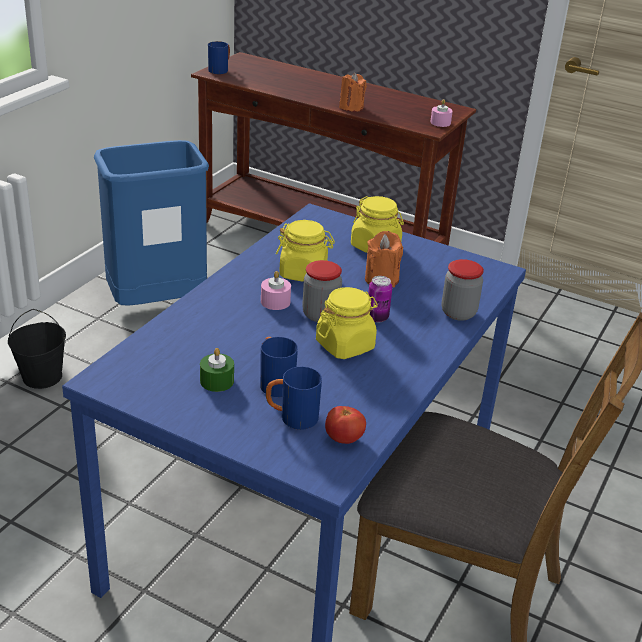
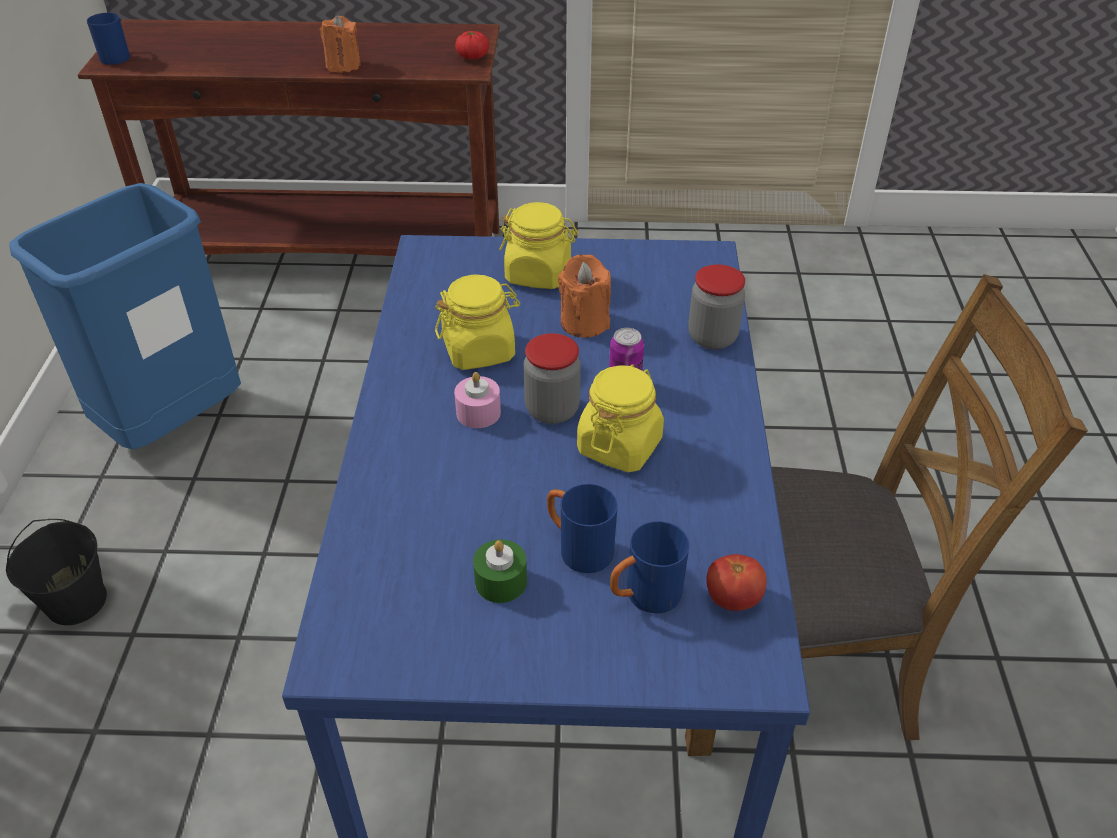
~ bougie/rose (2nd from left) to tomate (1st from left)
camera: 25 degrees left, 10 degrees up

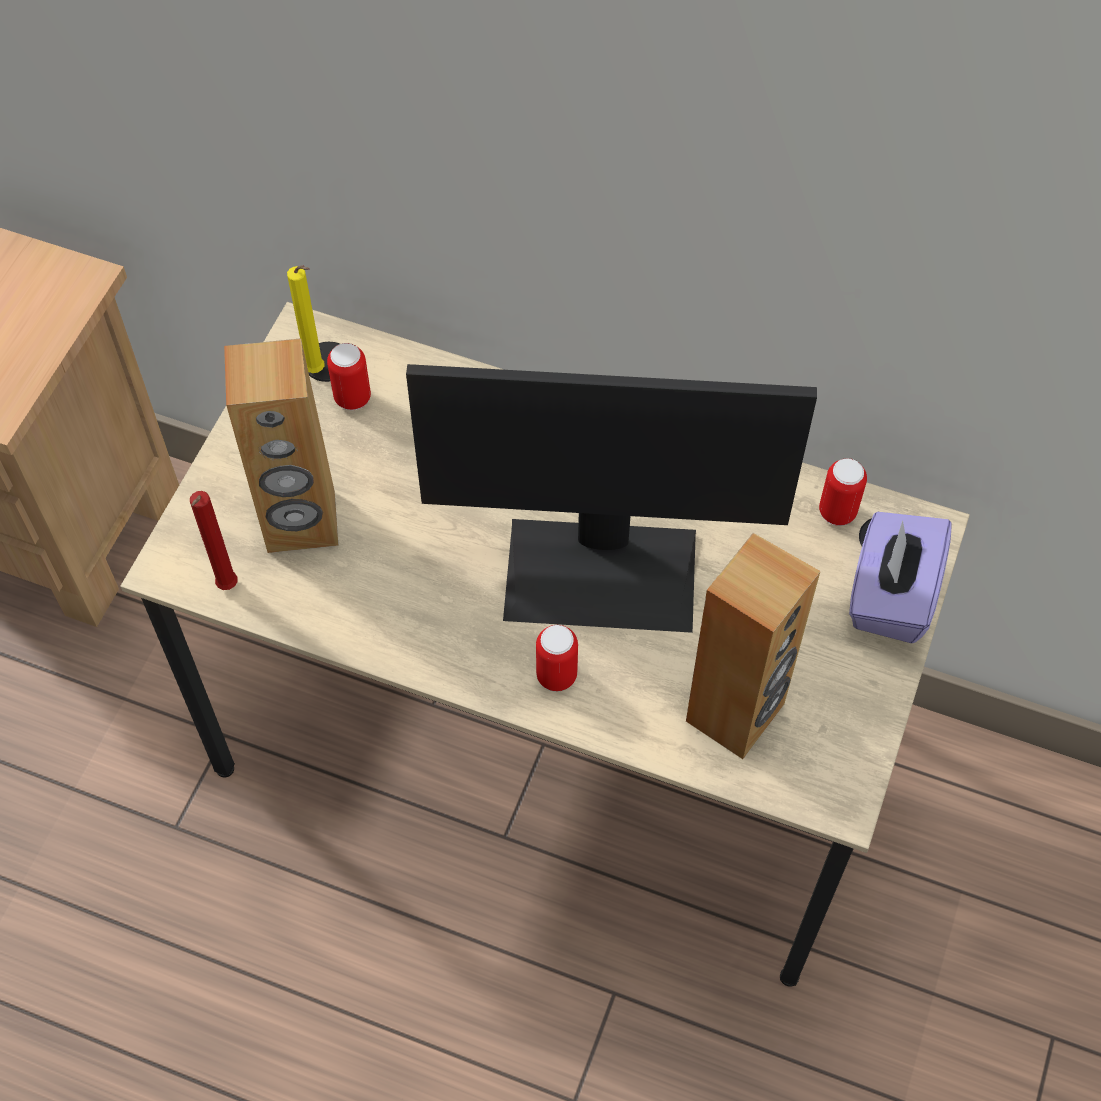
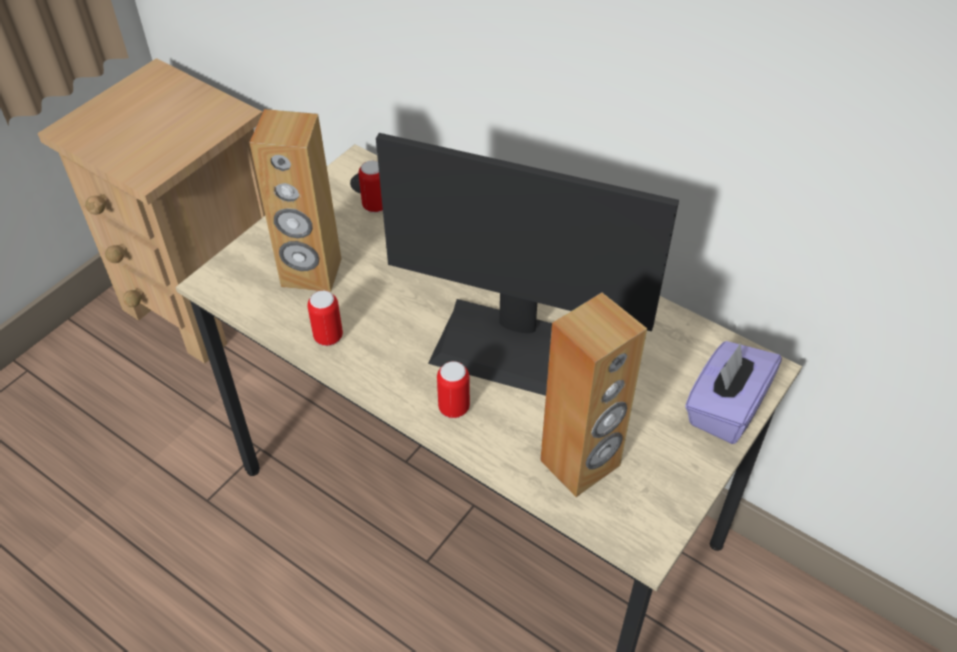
- bougie/rouge
- bougie/jaune
~ boîte métallique (3rd from left in the first image) to boîte métallique (1st from left)
camera: 15 degrees right, 10 degrees down

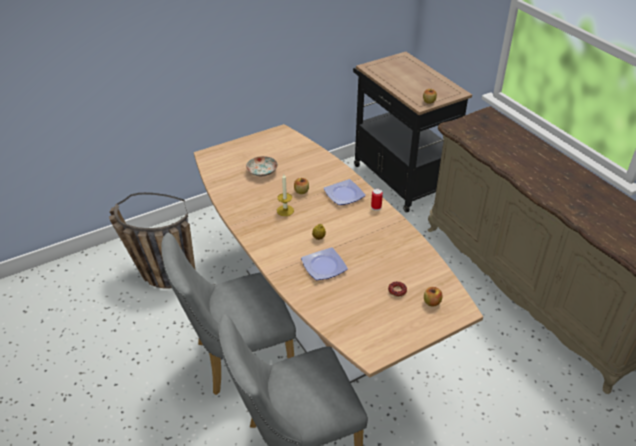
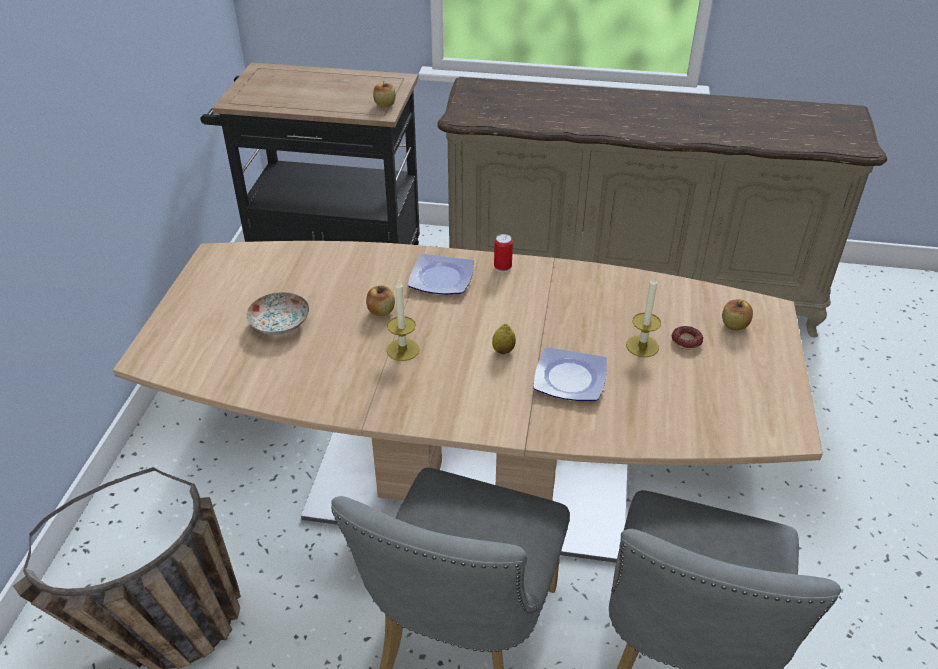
+ bougie (2nd from left)
camera: 50 degrees left, 0 degrees up

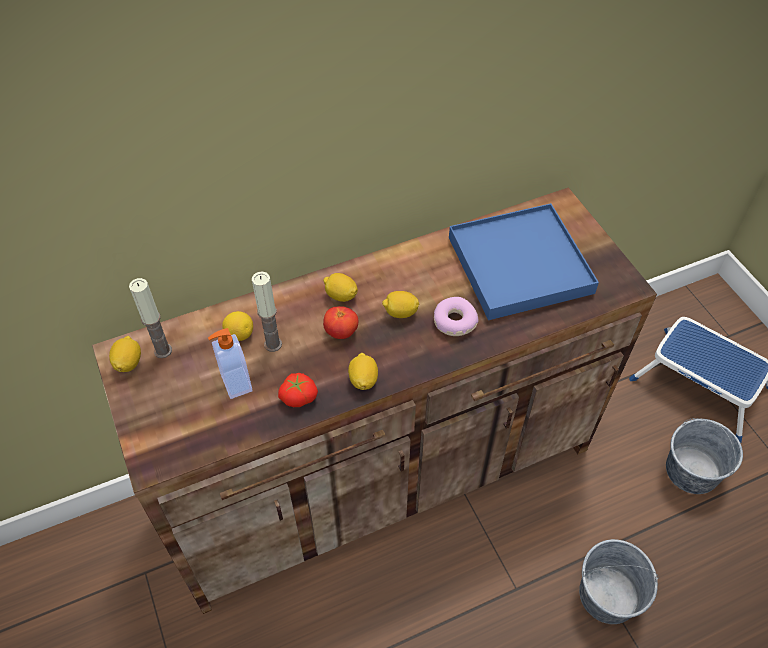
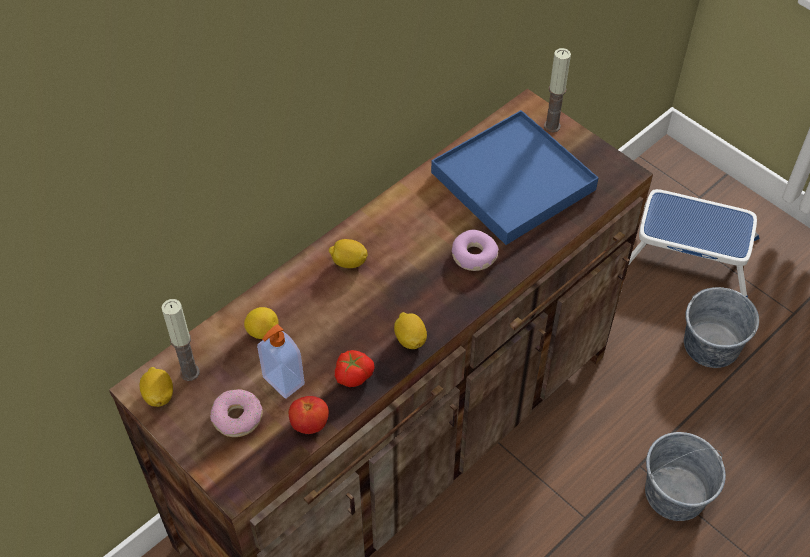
~ bougie (2nd from left)
~ tomate (2nd from left in the first image) to tomate (1st from left)
- citron (5th from left)
+ beignet (1st from left)
camera: 20 degrees left, 0 degrees up

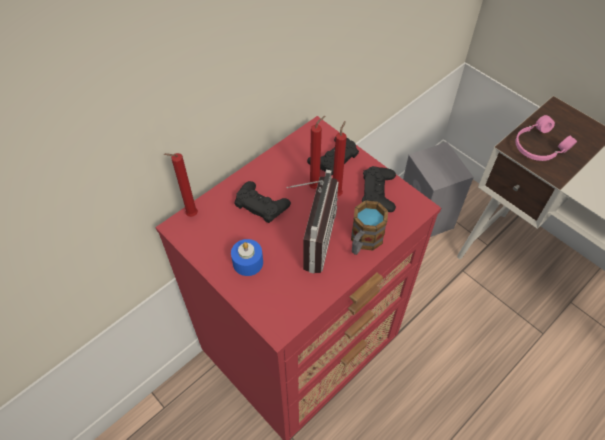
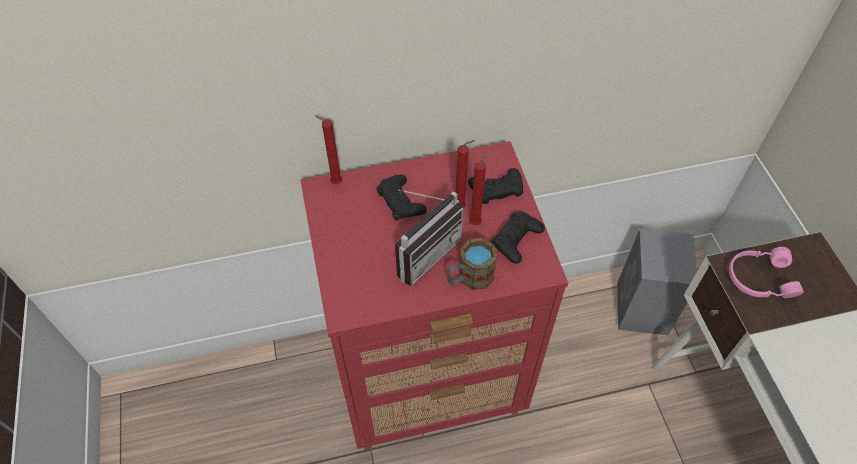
- bougie/bleu
camera: 30 degrees right, 0 degrees up

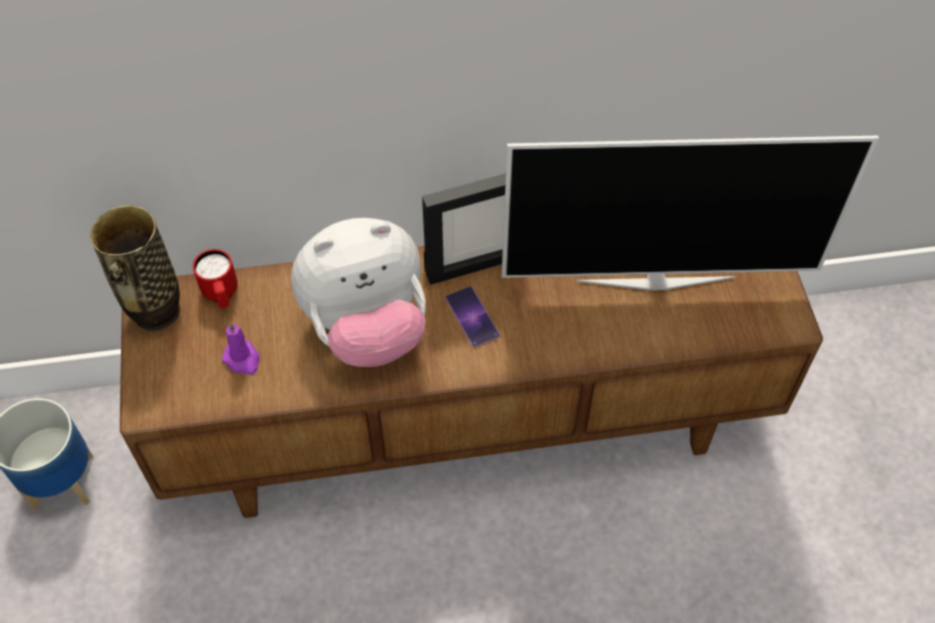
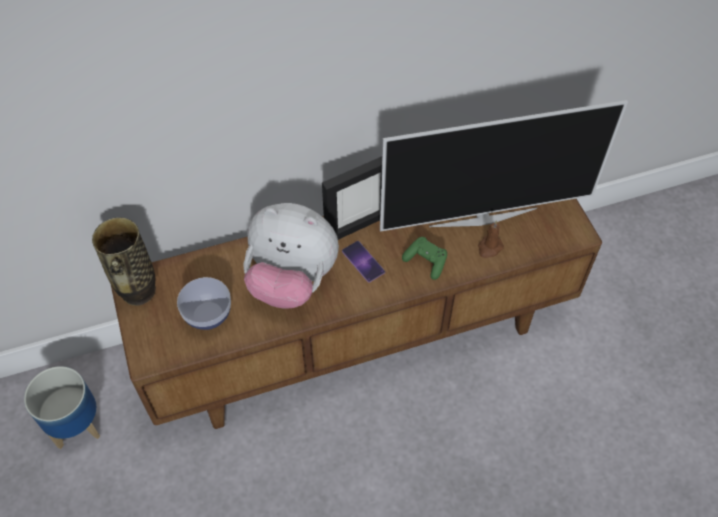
- mug/rouge
~ bougie/violet to bol
~ peluche 45 degrees clockwise
+ manette/vert
+ bougie/marron
camera: 10 degrees left, 0 degrees up

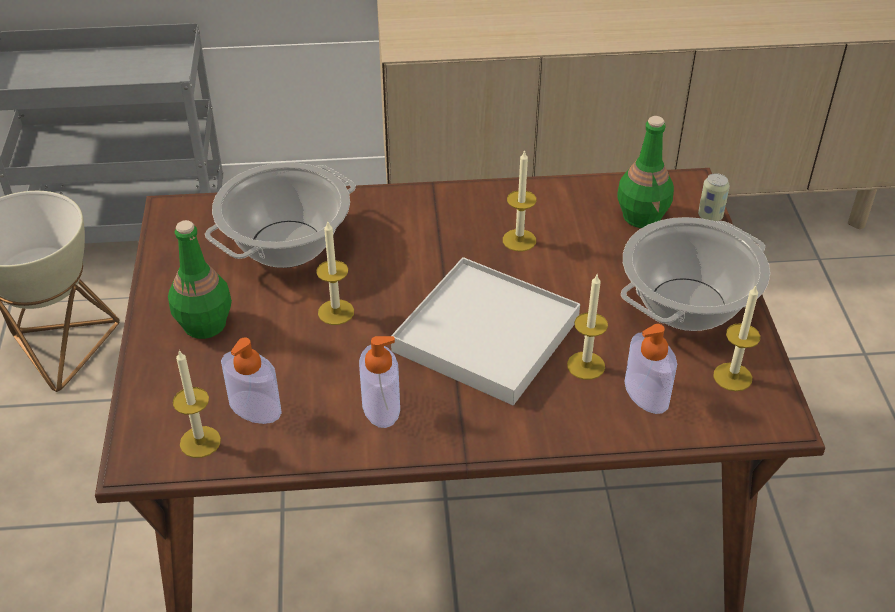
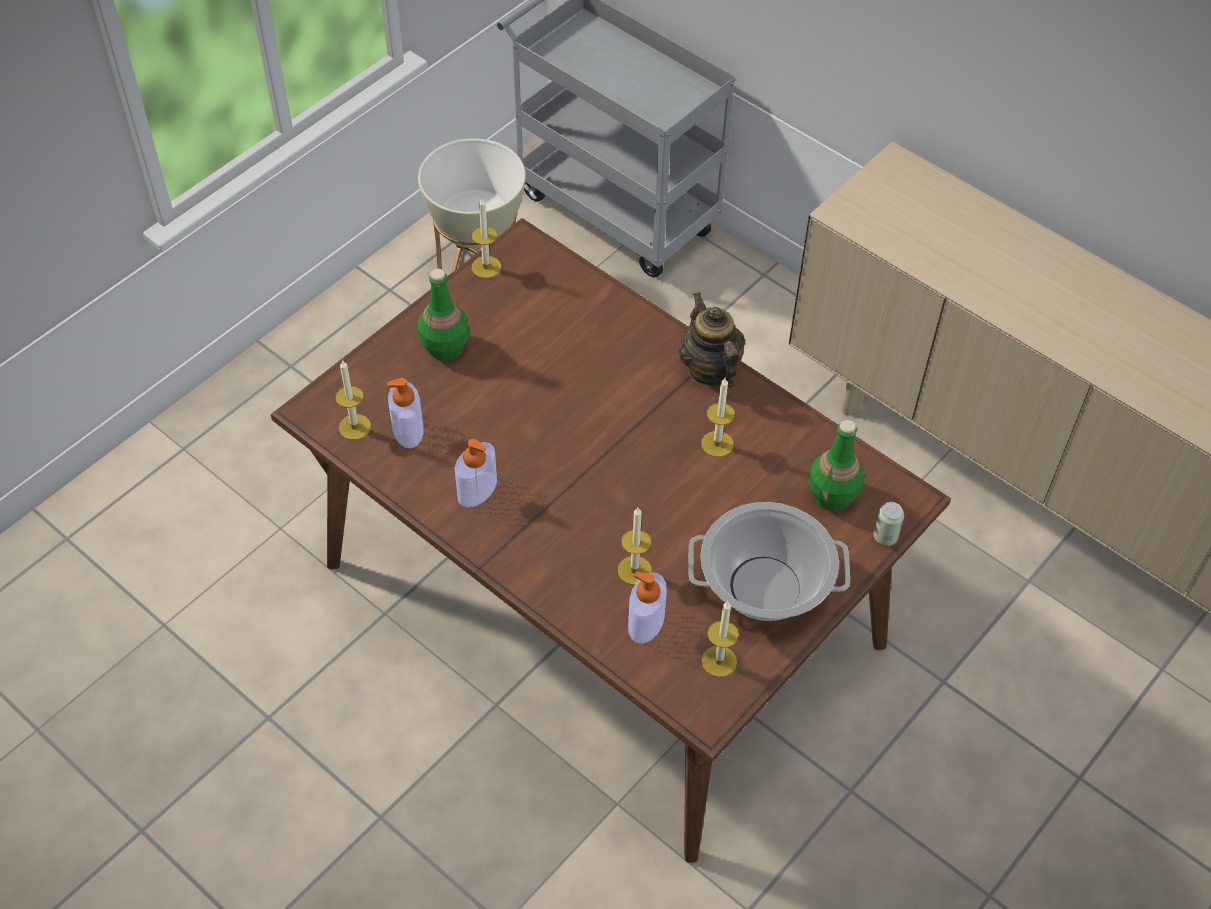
- marmite (1st from left)
~ bougie (2nd from left)
- plateau/blanc
+ théière
camera: 45 degrees right, 10 degrees up

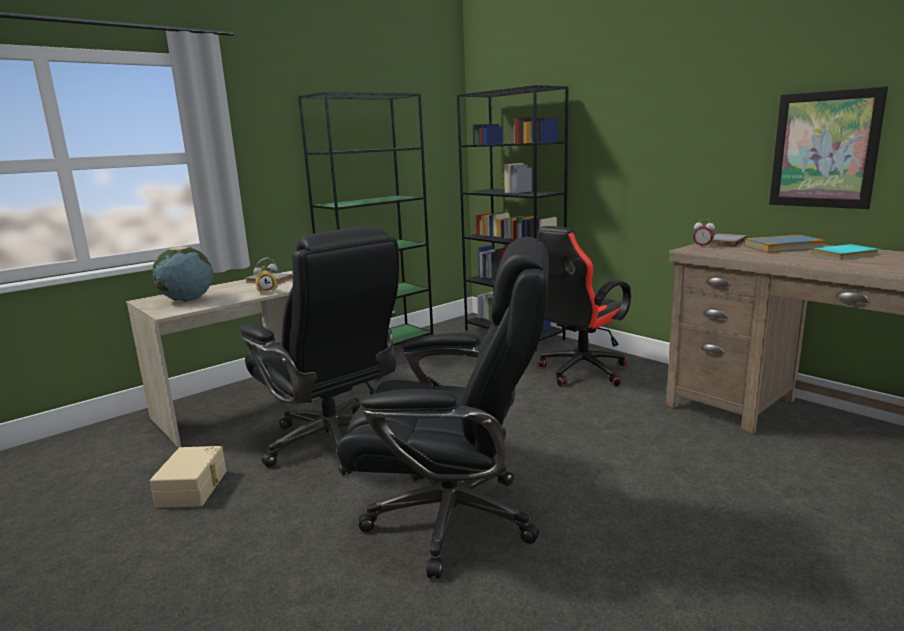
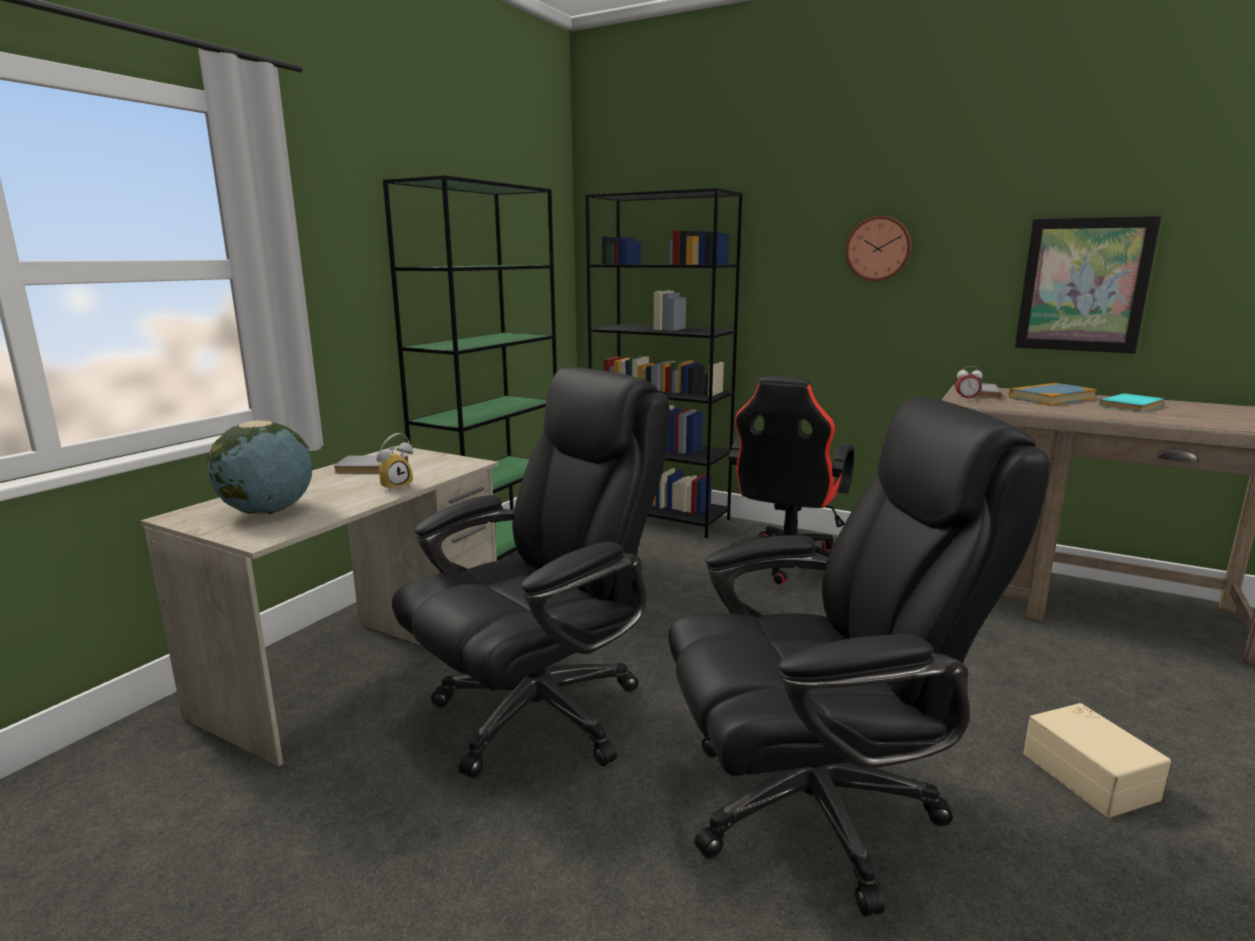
~ boîte de rangement/beige
~ chaise de bureau/noir (1st from left) 75 degrees counterclockwise
+ horloge murale
camera: 20 degrees left, 0 degrees up

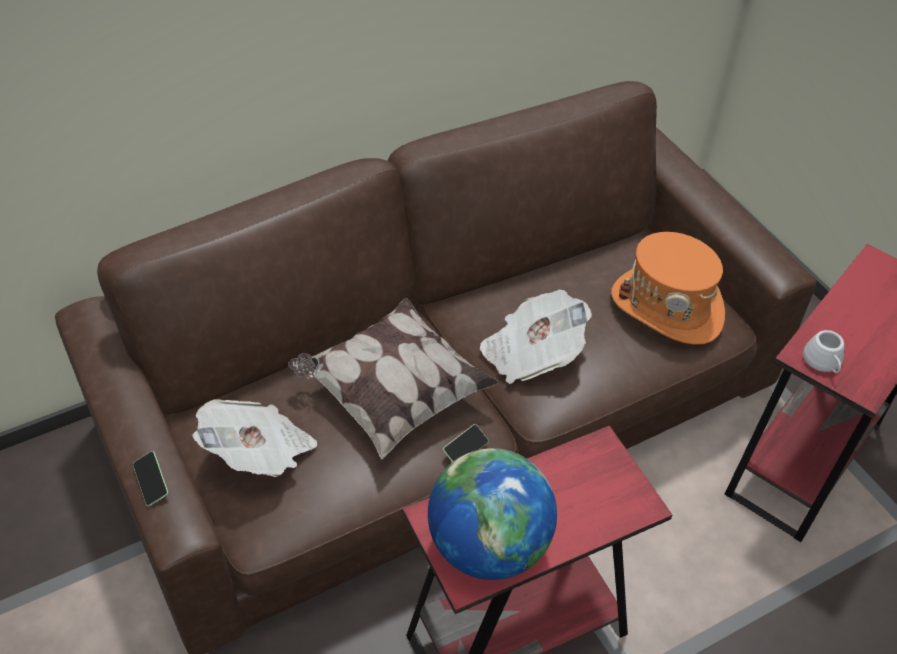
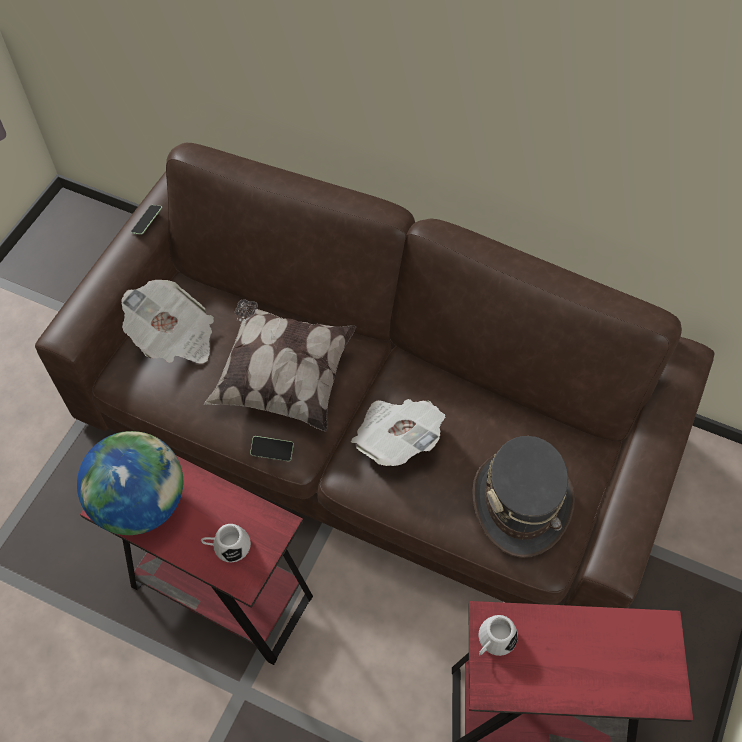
~ téléphone (1st from left)
~ chapeau/orange to chapeau/gris
+ mug/blanc (1st from left)
camera: 55 degrees right, 10 degrees up

